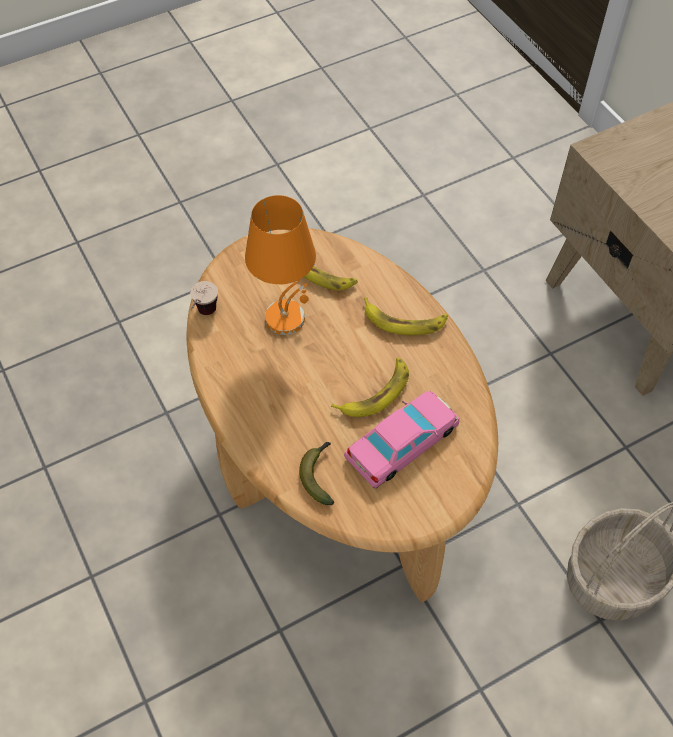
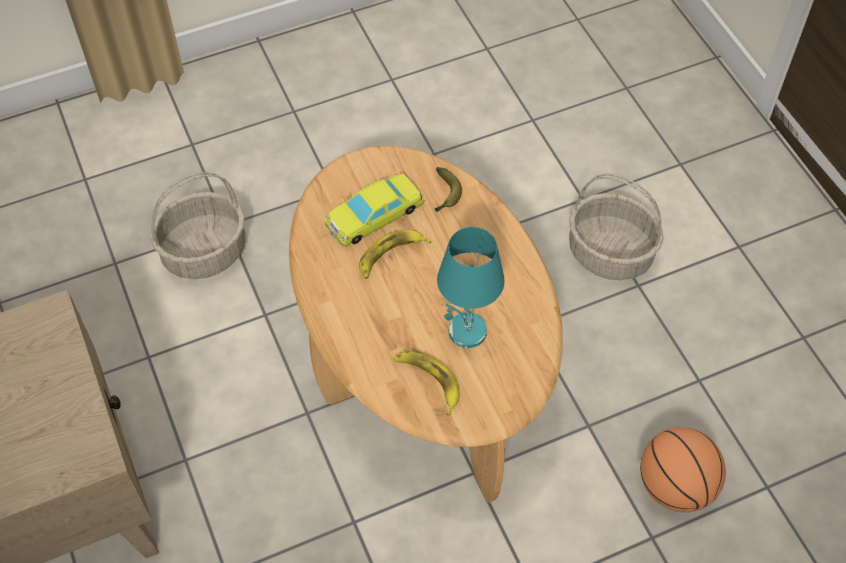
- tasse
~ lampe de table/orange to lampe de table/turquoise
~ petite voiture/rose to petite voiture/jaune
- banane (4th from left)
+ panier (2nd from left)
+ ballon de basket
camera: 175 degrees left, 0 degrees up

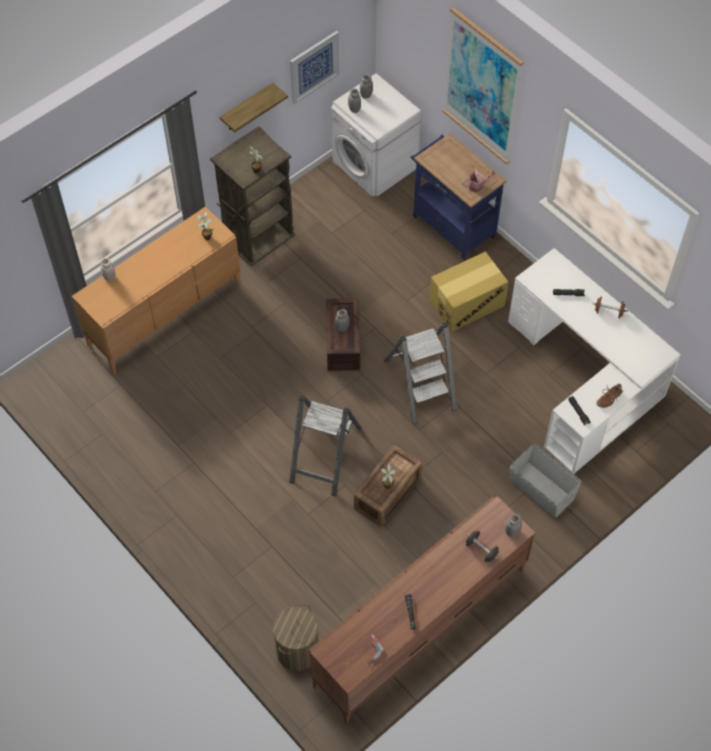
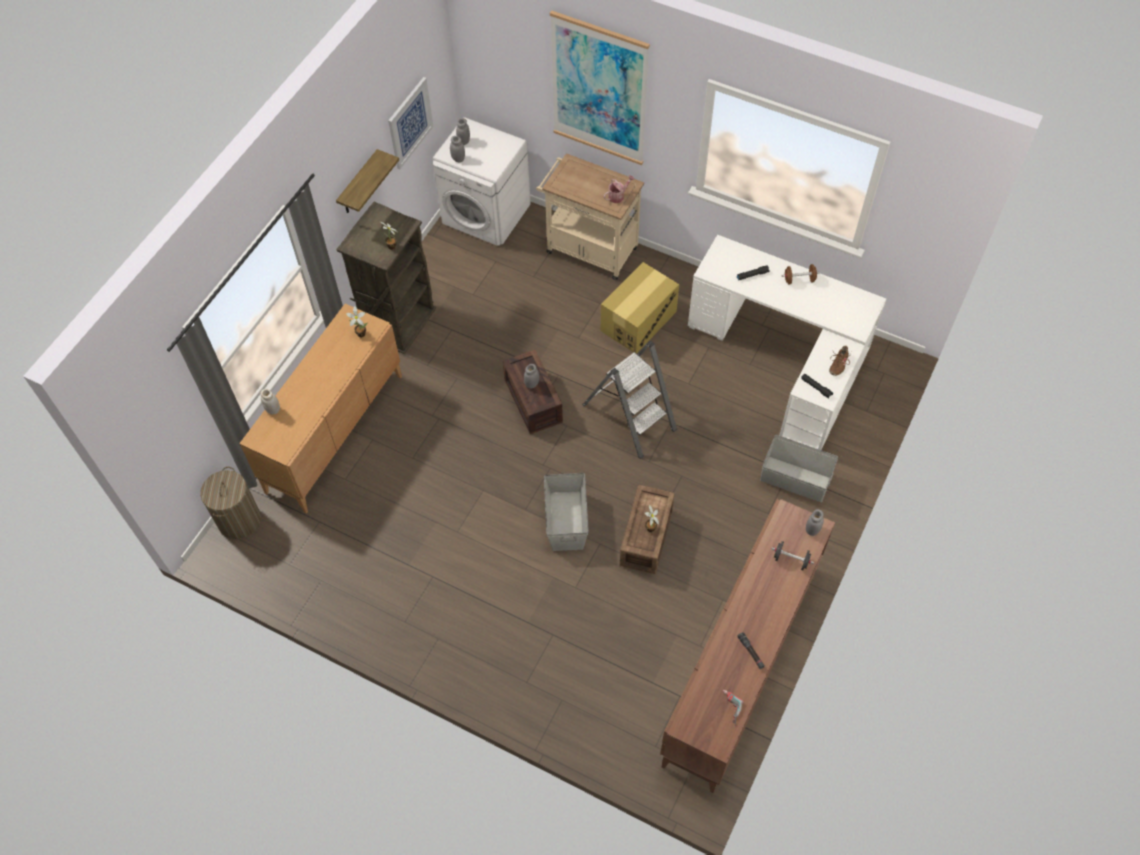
~ panier à linge
~ escabeau/gris (1st from left) to boîte de rangement/gris (1st from left)
~ chariot/bleu to chariot/beige
camera: 20 degrees left, 0 degrees up

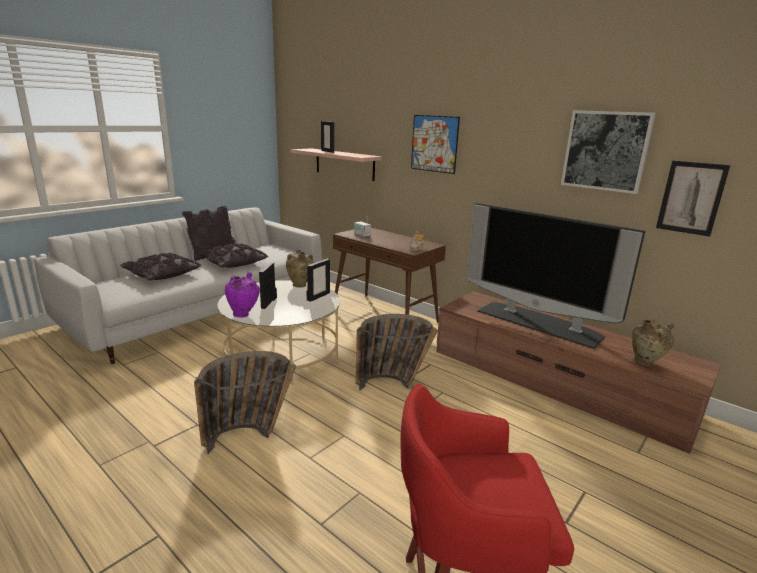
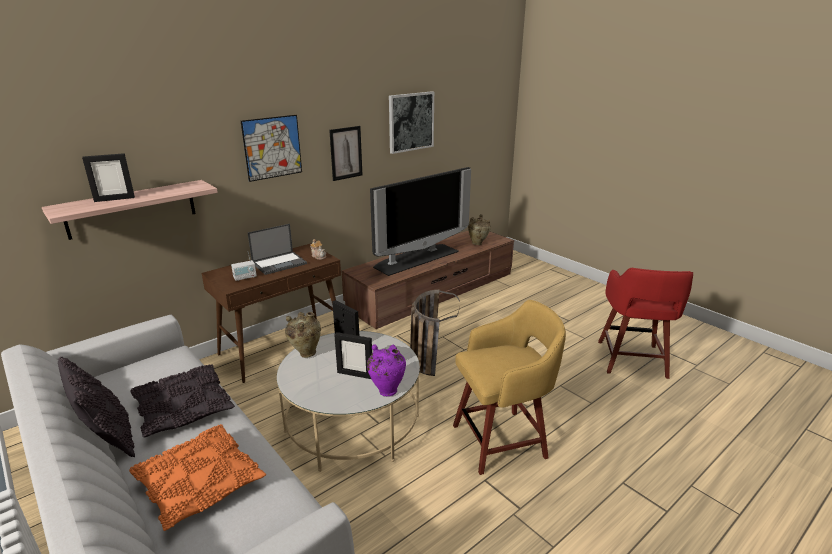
~ coussin/noir (1st from left) to coussin/orange
~ panier (1st from left) to tabouret/jaune
~ tableau (3rd from left in the first image) to tableau (2nd from left)
+ ordinateur portable
camera: 80 degrees left, 5 degrees up

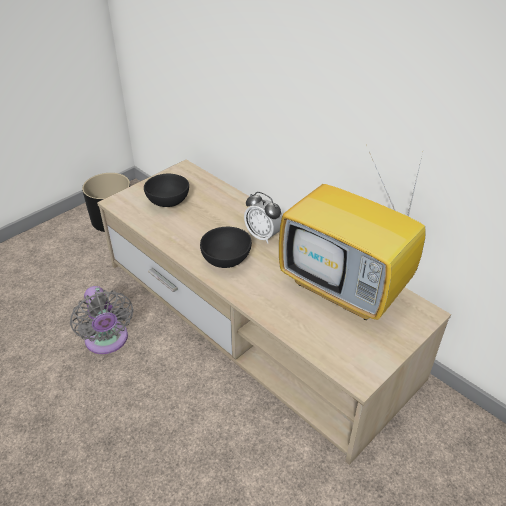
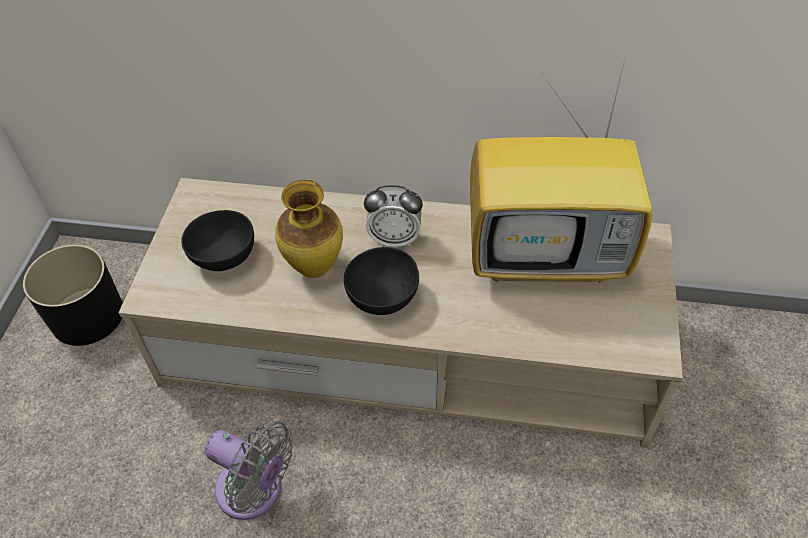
+ vase
camera: 35 degrees left, 10 degrees up

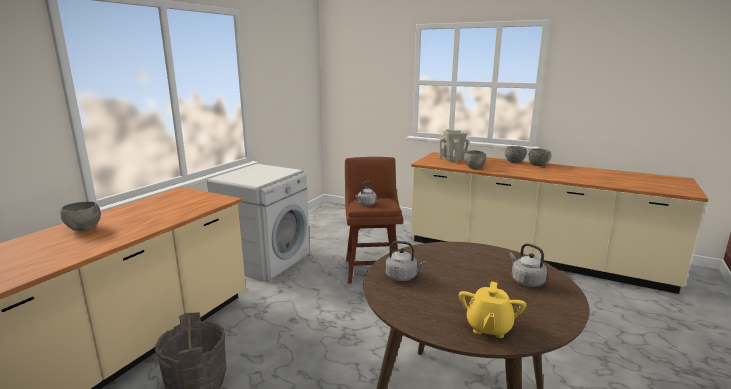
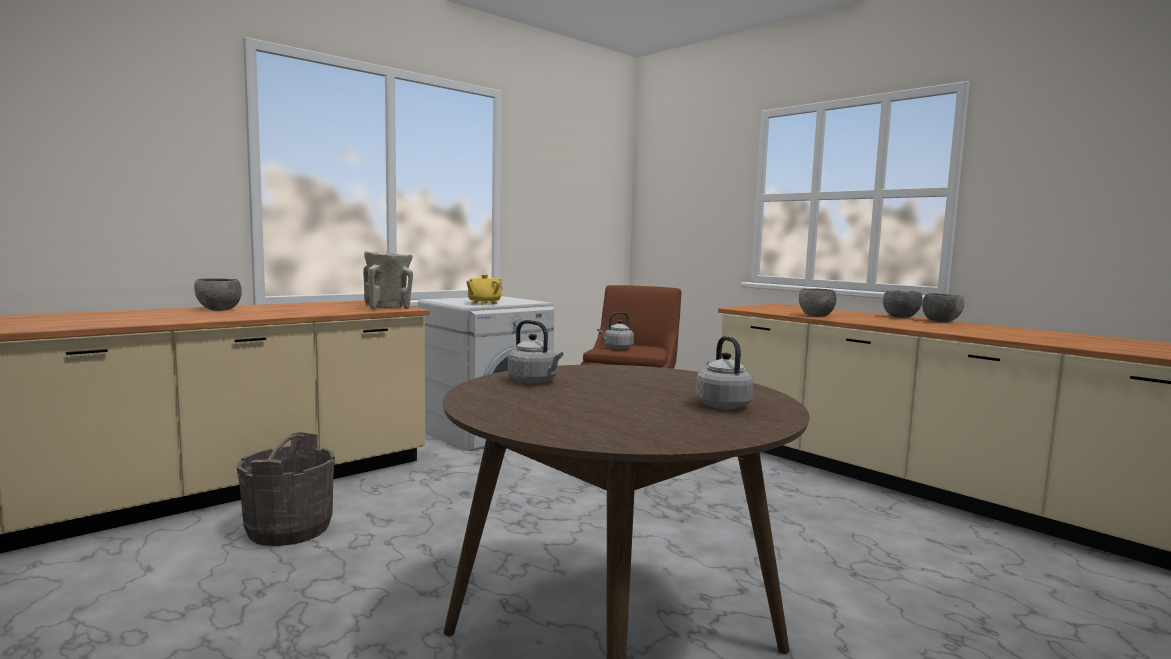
~ vase/beige
~ théière/jaune
camera: 20 degrees right, 10 degrees down

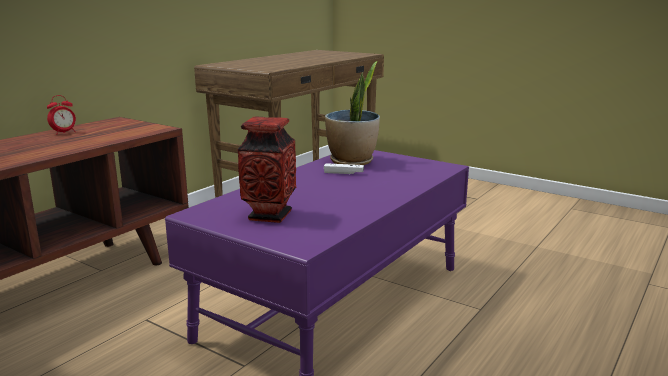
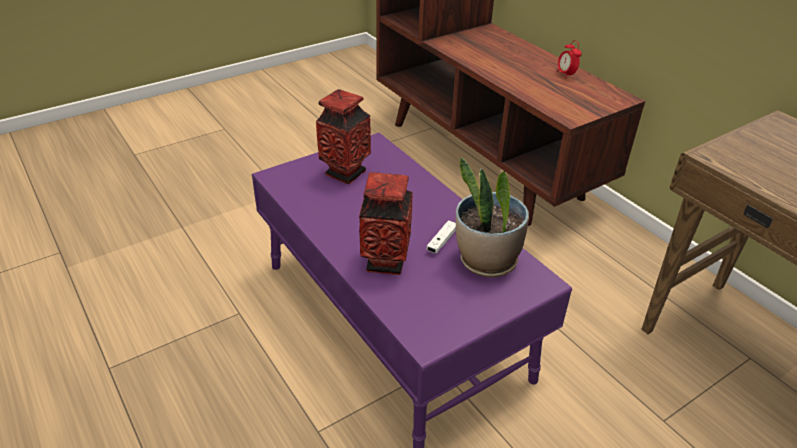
+ vase (2nd from left)
camera: 110 degrees right, 20 degrees up

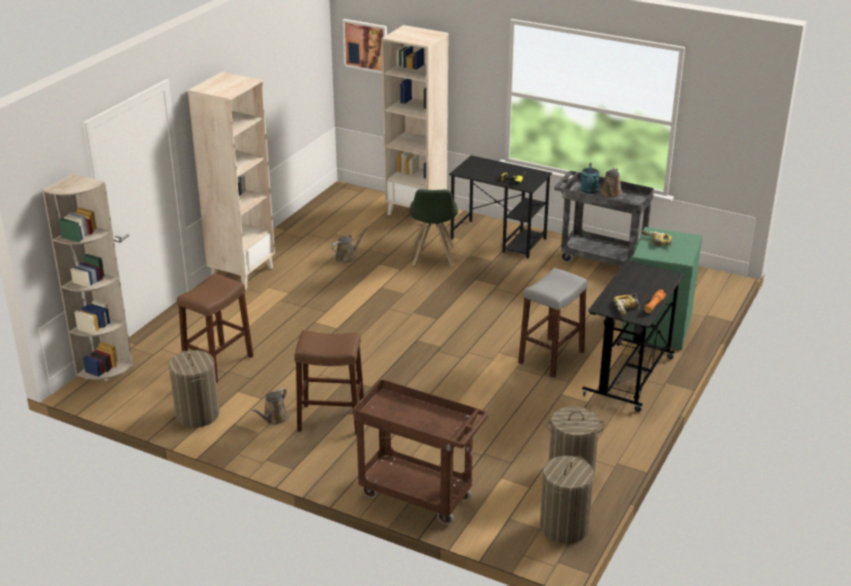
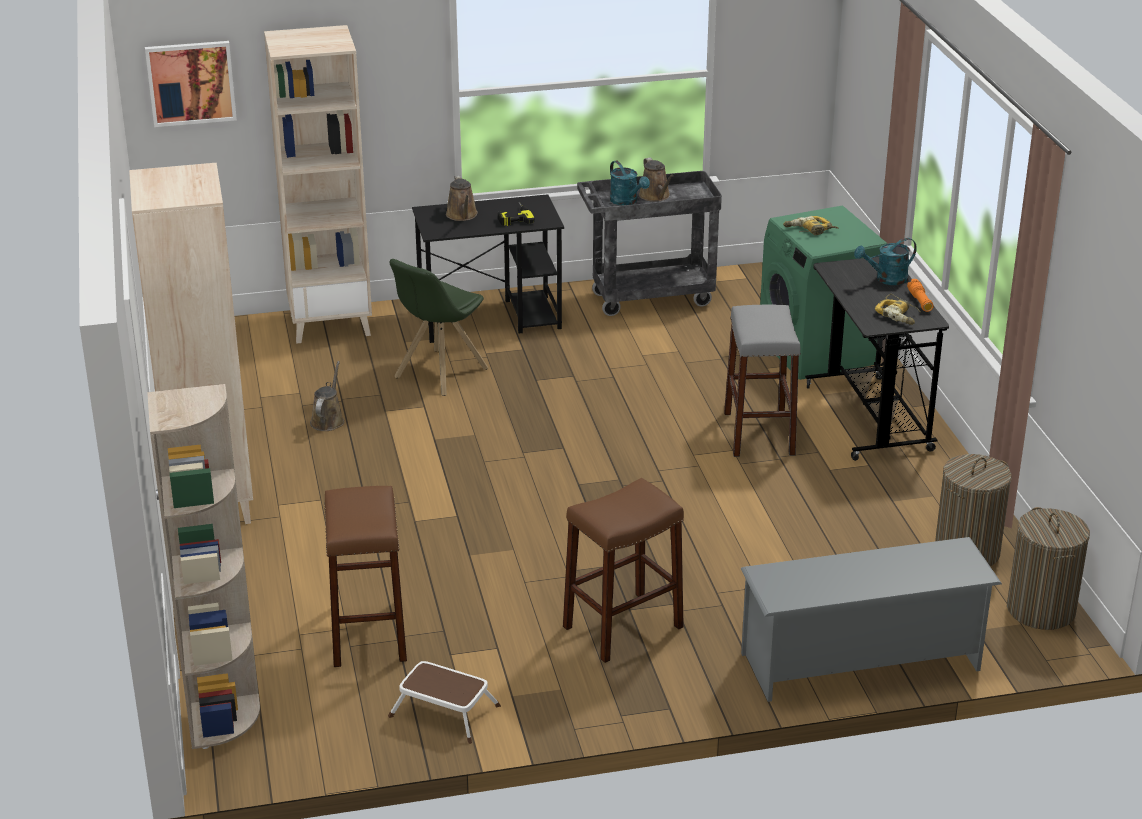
~ panier à linge (1st from left) to escabeau/marron
~ arrosoir/marron (1st from left in the first image) to arrosoir/marron (2nd from left)
~ chariot/marron to étagère à chaussures/gris
~ chaise/vert 75 degrees clockwise
+ arrosoir/turquoise (2nd from left)
camera: 40 degrees left, 0 degrees up

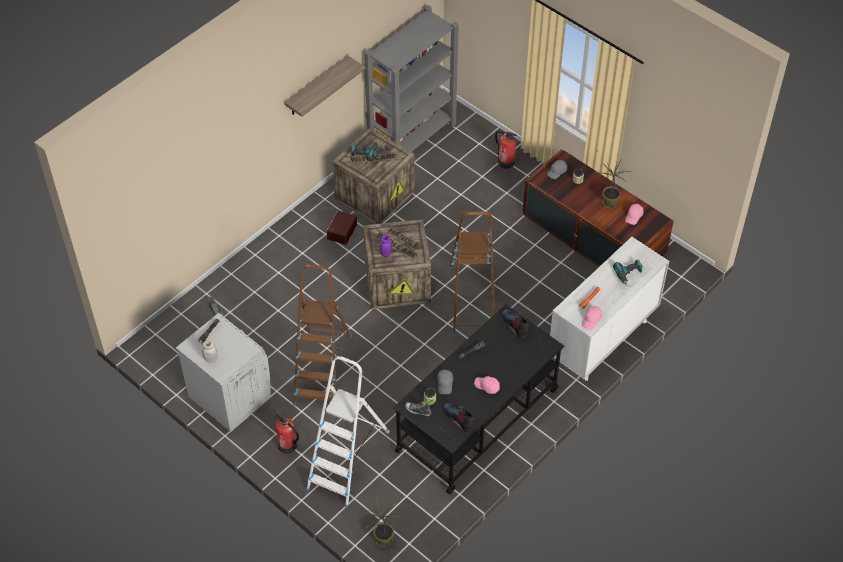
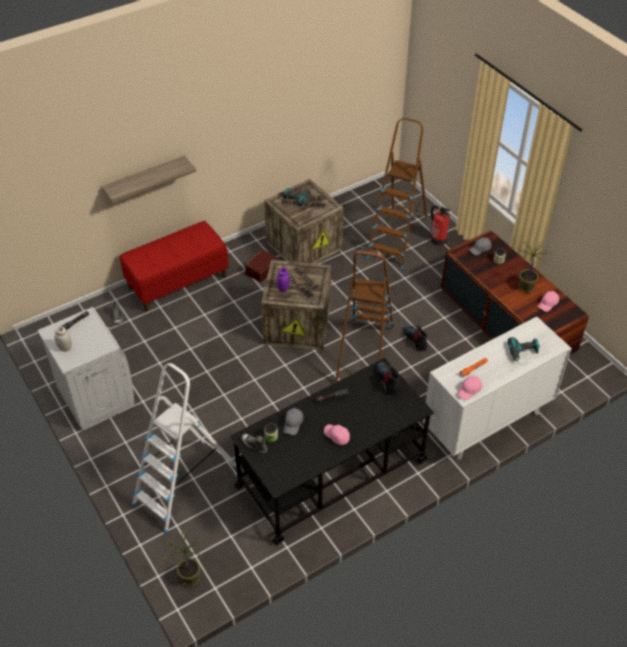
- extincteur (1st from left)
~ étagère
~ escabeau/marron (1st from left in the first image) to escabeau/marron (2nd from left)
- bibliothèque/gris
~ botte (1st from left in the first image) to botte (2nd from left)
+ banc/rouge
camera: 15 degrees right, 5 degrees down

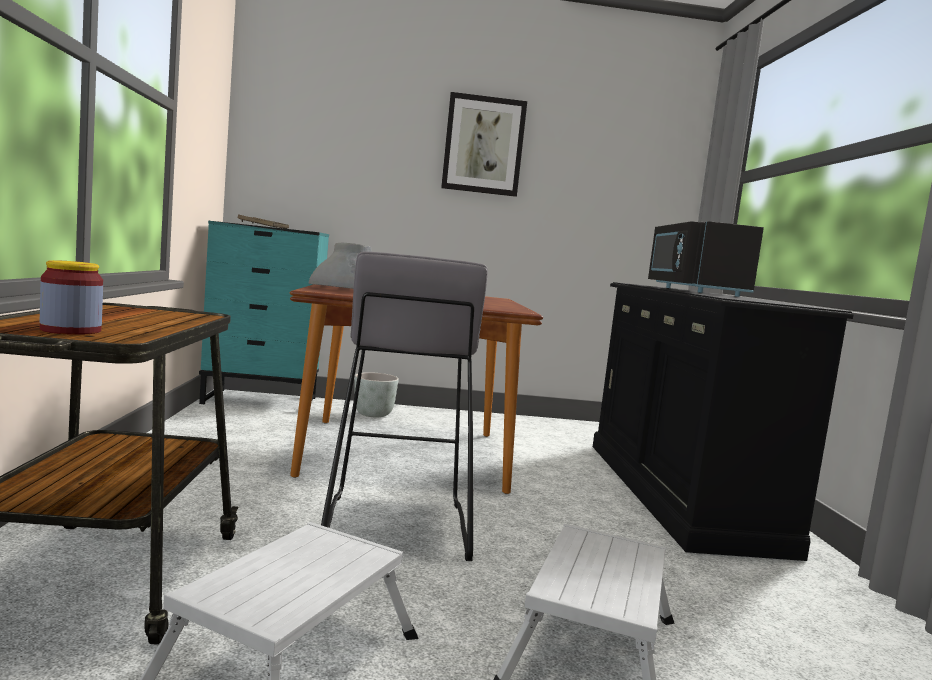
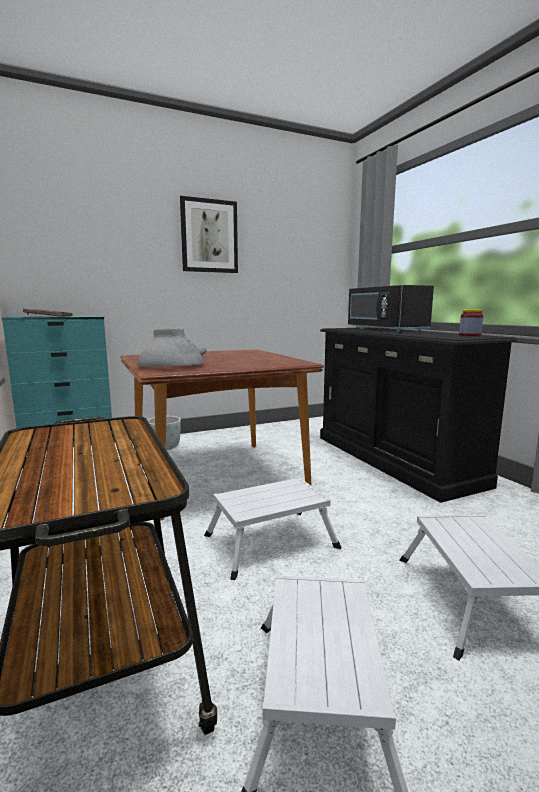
~ bocal
~ tabouret/gris to escabeau/blanc (1st from left)
camera: 20 degrees left, 5 degrees up

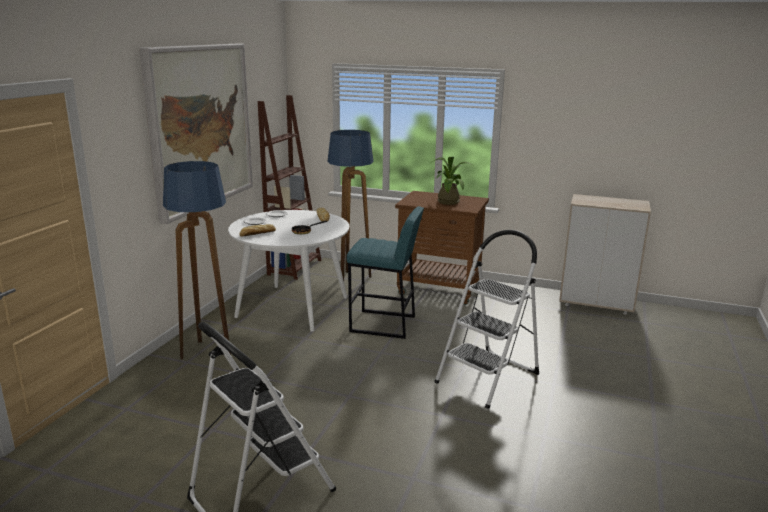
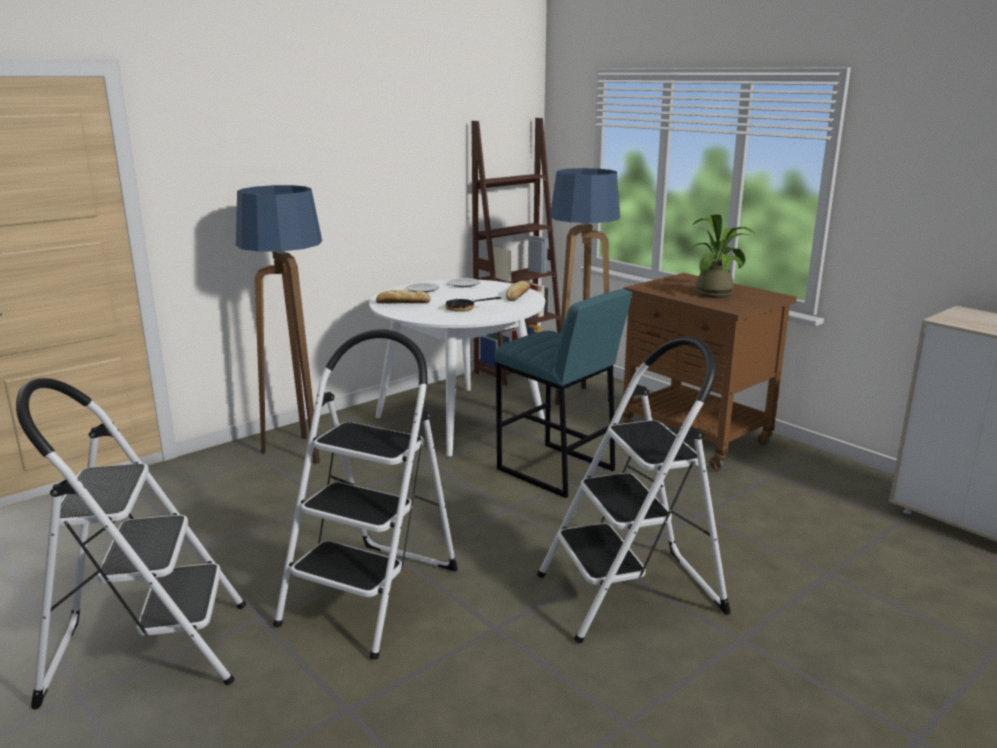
- tableau
+ escabeau (2nd from left)
camera: 30 degrees right, 0 degrees up

